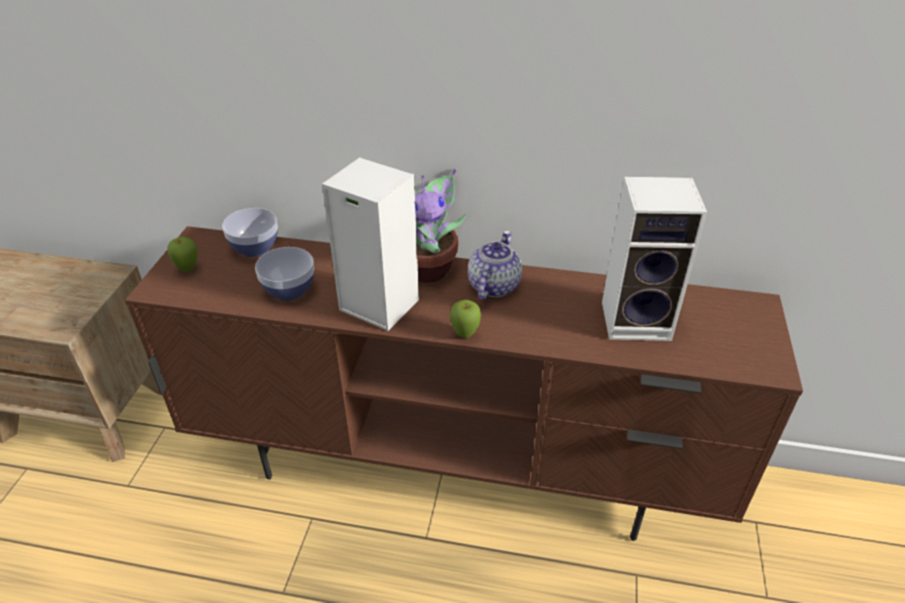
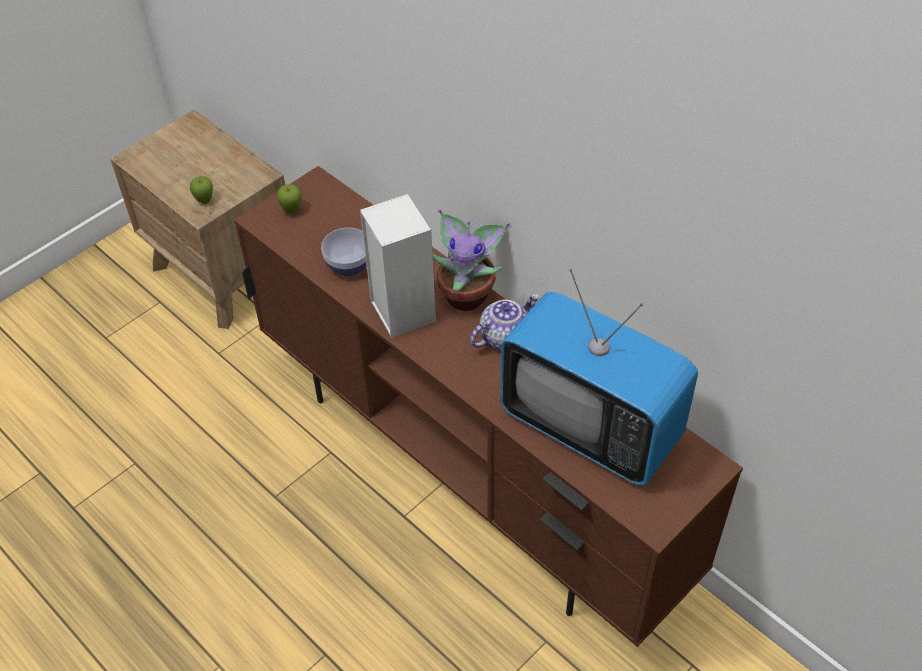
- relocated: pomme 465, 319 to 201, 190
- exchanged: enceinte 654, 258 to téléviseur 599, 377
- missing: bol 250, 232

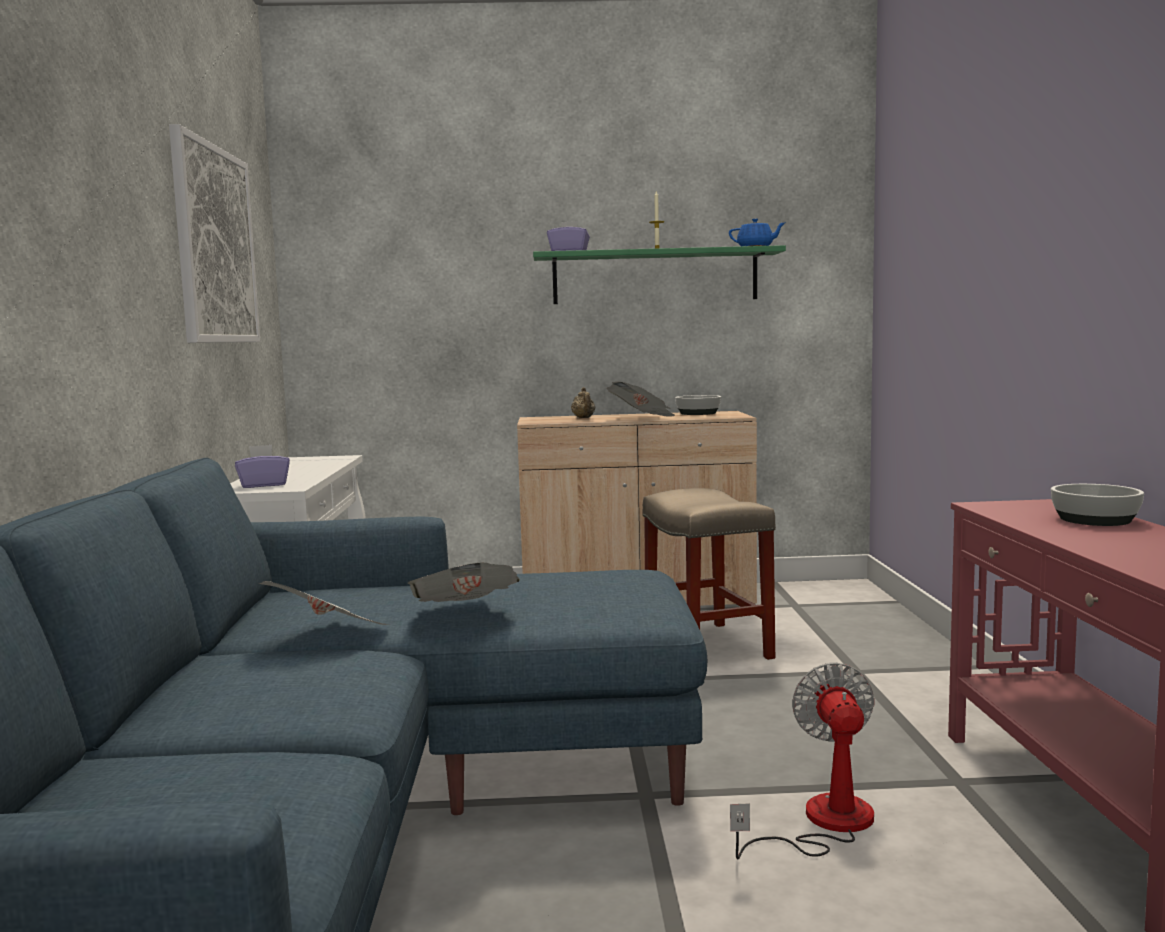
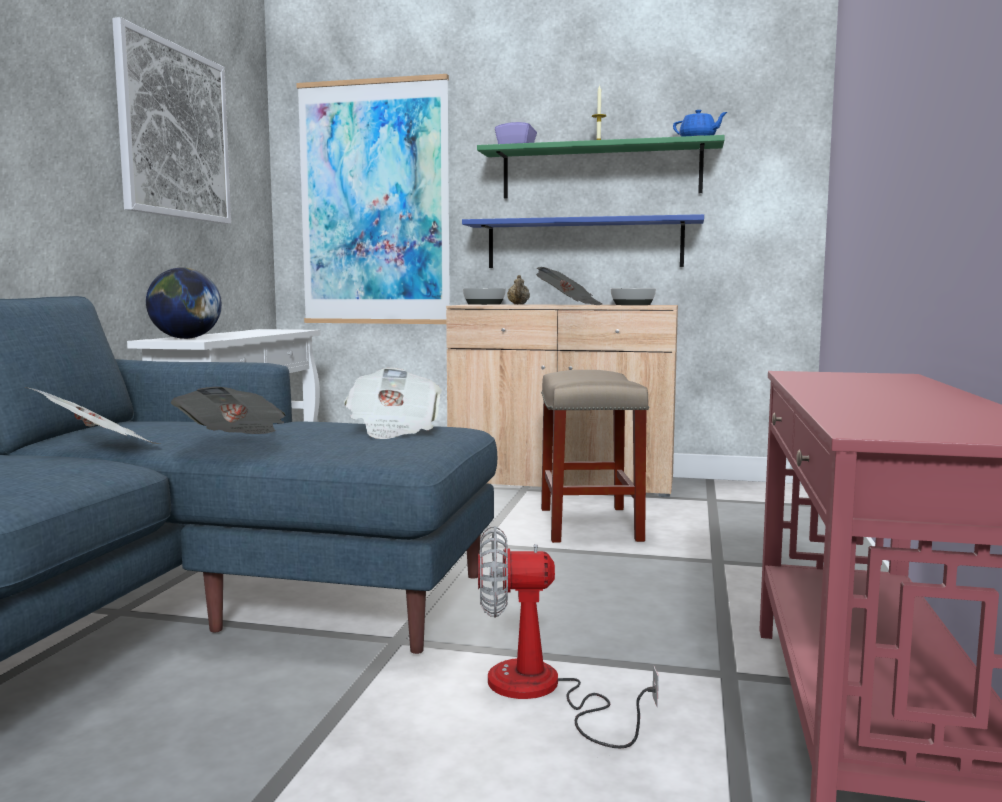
- exchanged: boîte à mouchoirs/violet 262, 466 to globe 184, 303
- appeared: tableau 373, 199
- appeared: journal 393, 403
- appeared: étagère/bleu 583, 241
- relocated: bol 1097, 505 to 484, 296
- spun: ventilateur 802, 761 = 568, 637 105 degrees counterclockwise

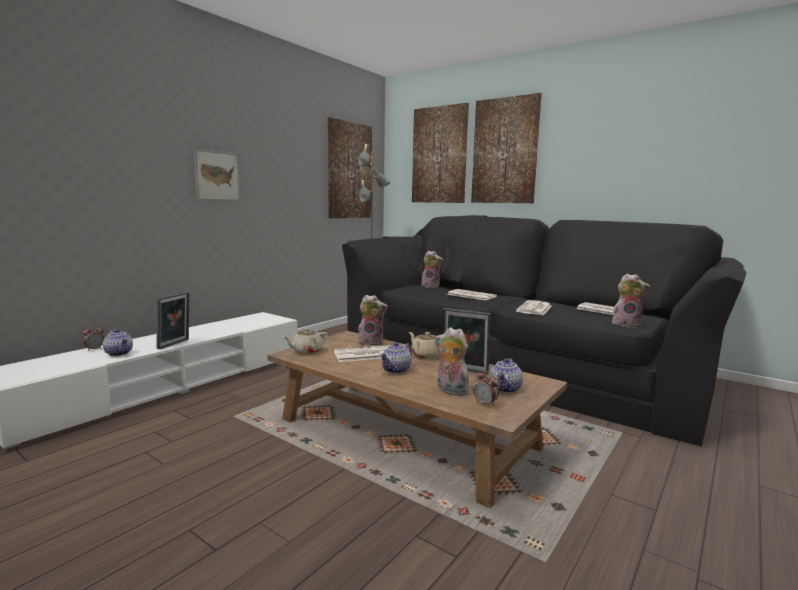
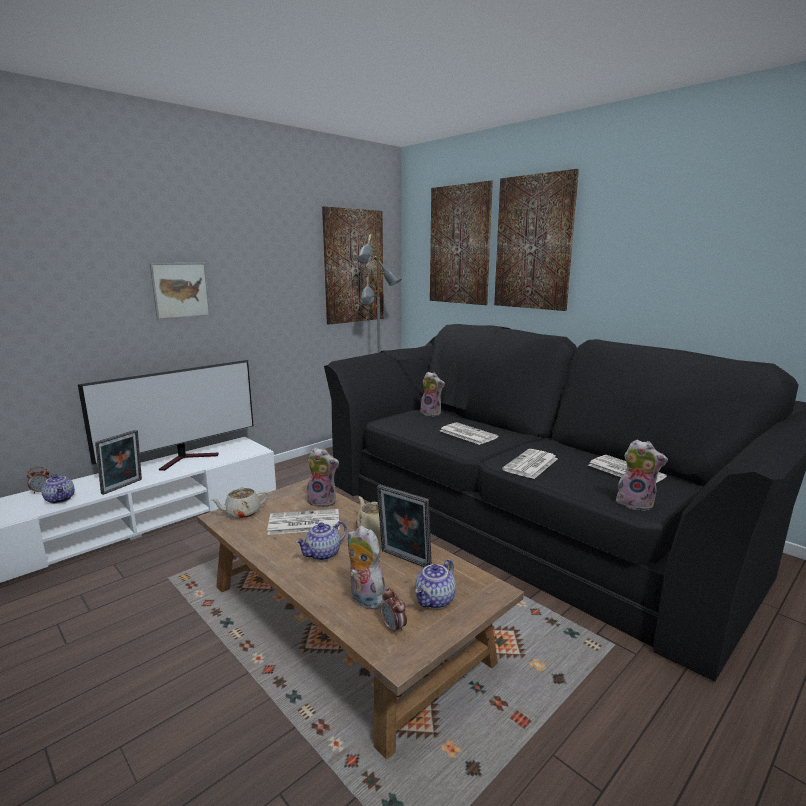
- appeared: téléviseur 166, 415

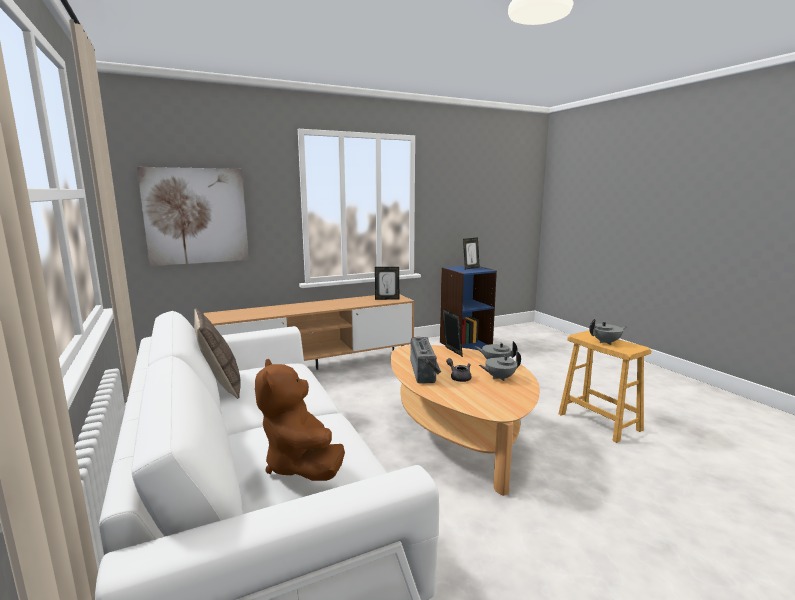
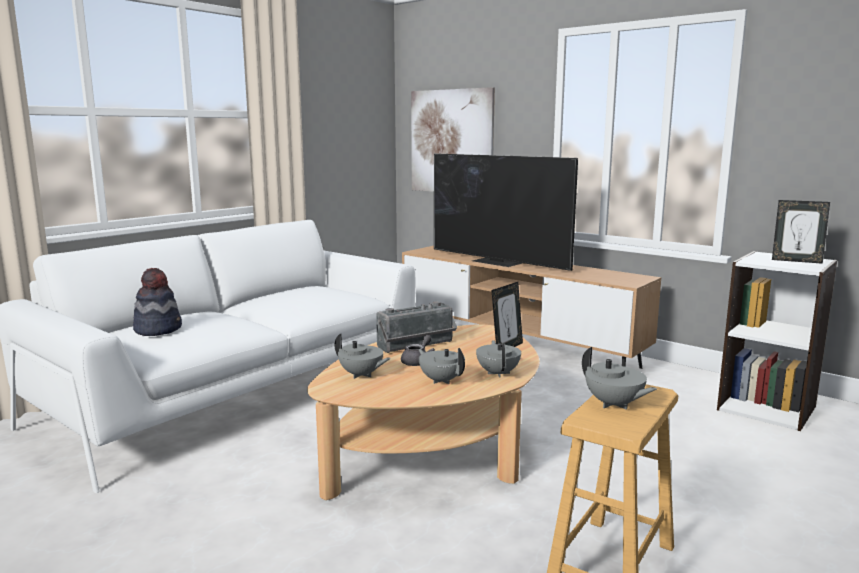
- exchanged: peluche/marron 300, 420 to chapeau 157, 302
- appeared: théière/gris 363, 356
- appeared: téléviseur 506, 212
- colour: bibliothèque/bleu 468, 308 to bibliothèque/blanc 777, 341
- missing: coussin 217, 353
- missing: cadre photo 387, 283

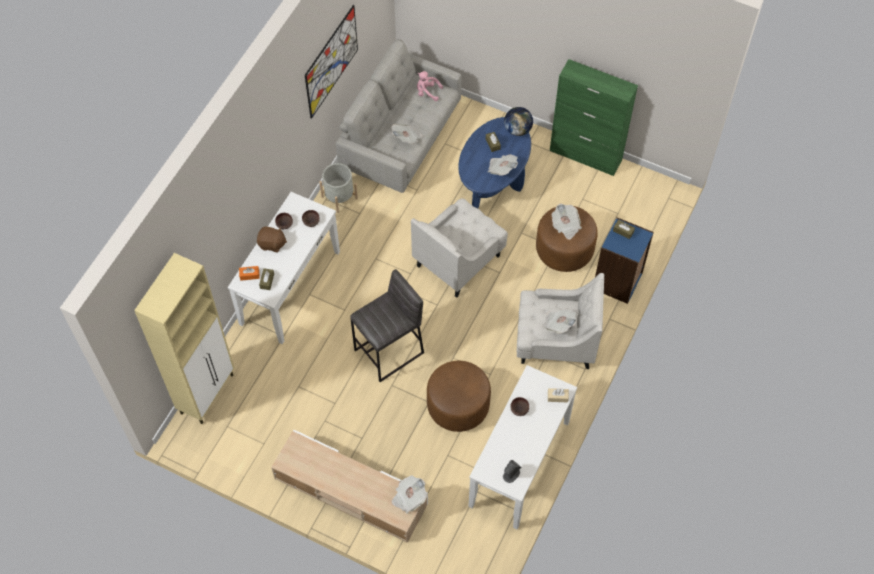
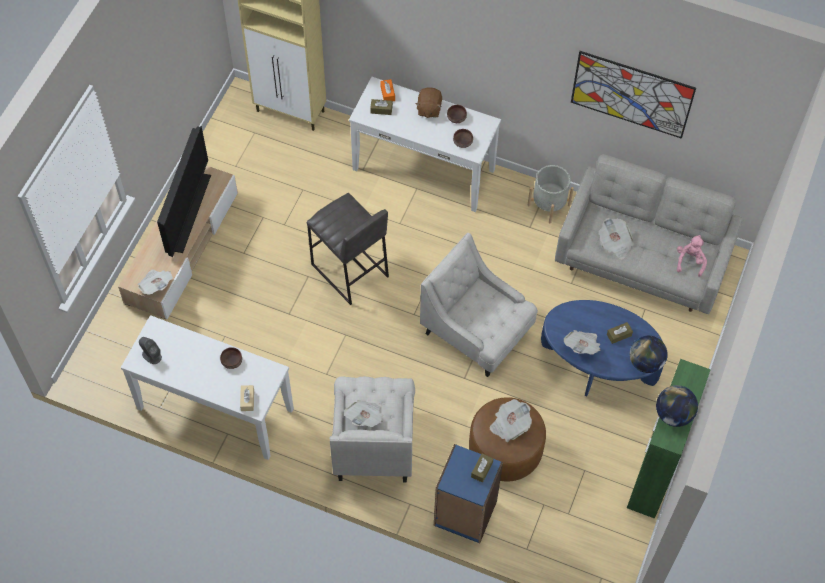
- appeared: téléviseur 184, 192
- appeared: globe 677, 406
- missing: pouf/marron 459, 396

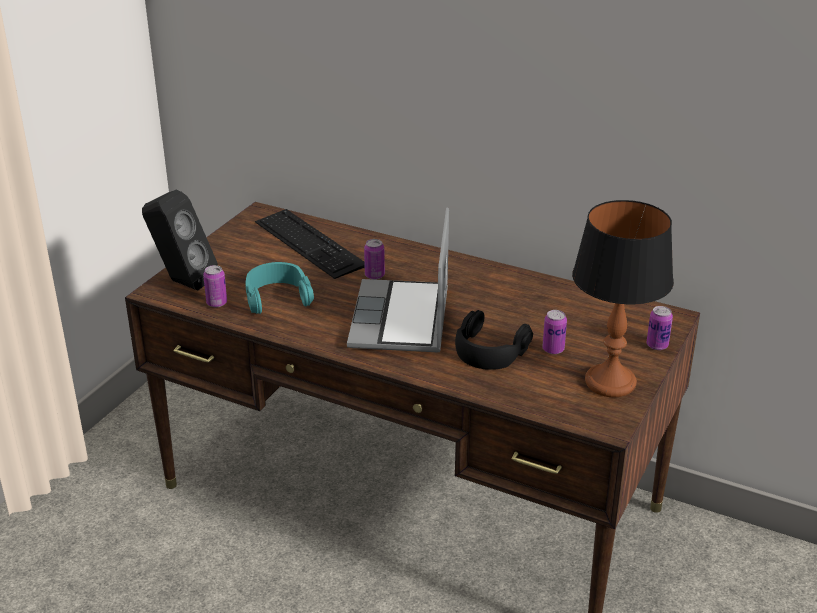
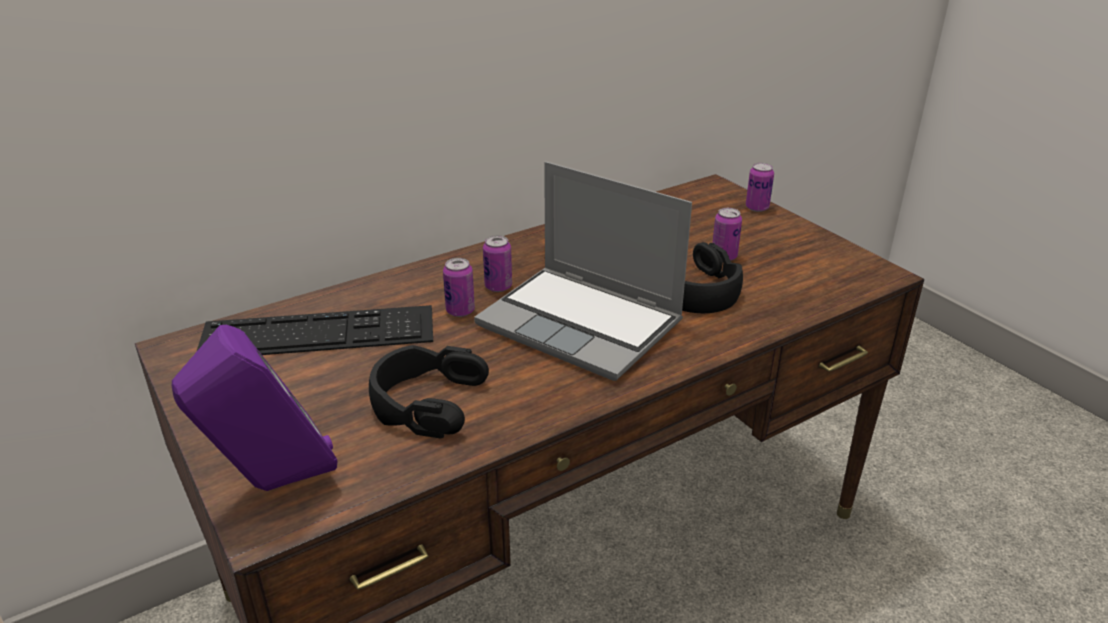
- colour: enceinte/noir 180, 240 to enceinte/violet 254, 408
- colour: casque audio/turquoise 279, 288 to casque audio/noir 429, 391
- relocated: boîte métallique 215, 286 to 497, 263
- missing: lampe de table 623, 298

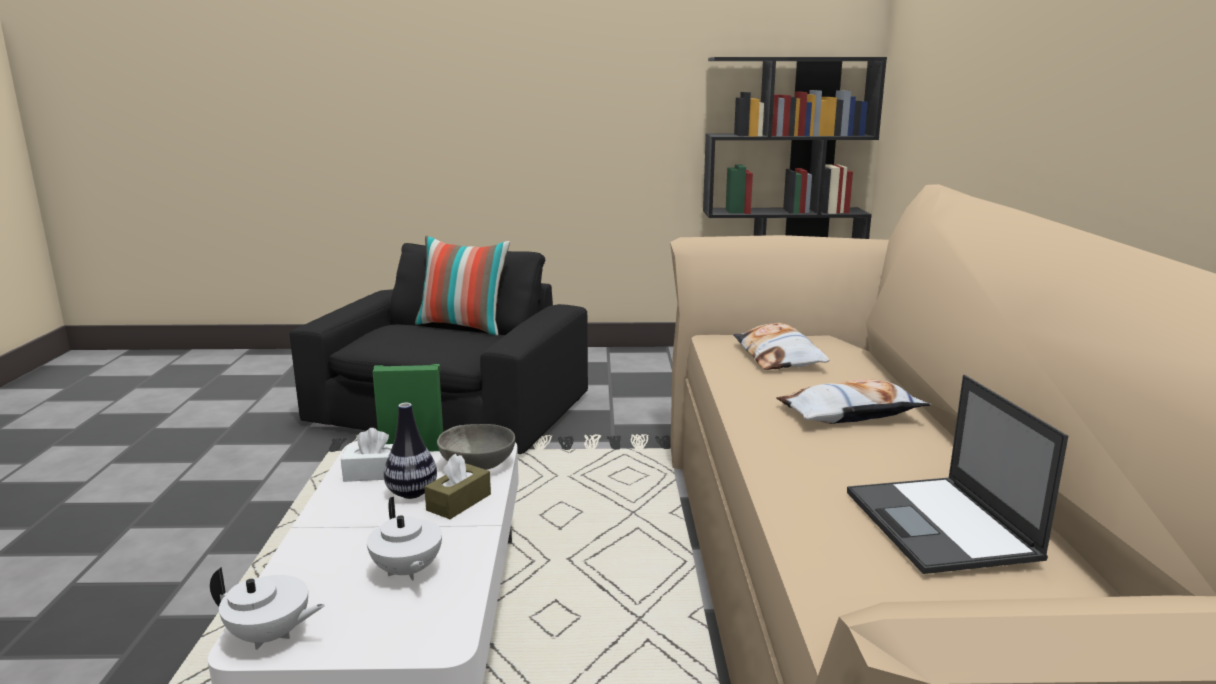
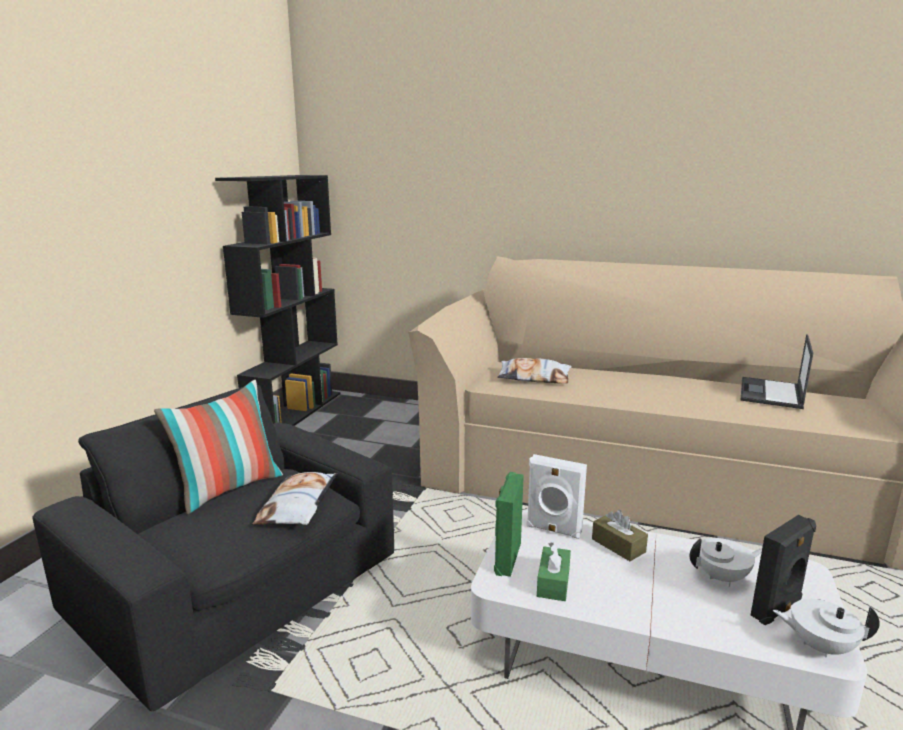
- relocated: coussin 853, 401 to 294, 498
- exchanged: bol/gris 476, 447 to enceinte/blanc 556, 496
- colour: boîte à mouchoirs/blanc 367, 455 to boîte à mouchoirs/vert 554, 571
- spun: ordinateur portable 957, 474 = 776, 371 105 degrees clockwise
- appeared: enceinte/noir 783, 570
- spun: théière/blanc 267, 608 = 826, 628 105 degrees counterclockwise
- missing: vase 410, 451

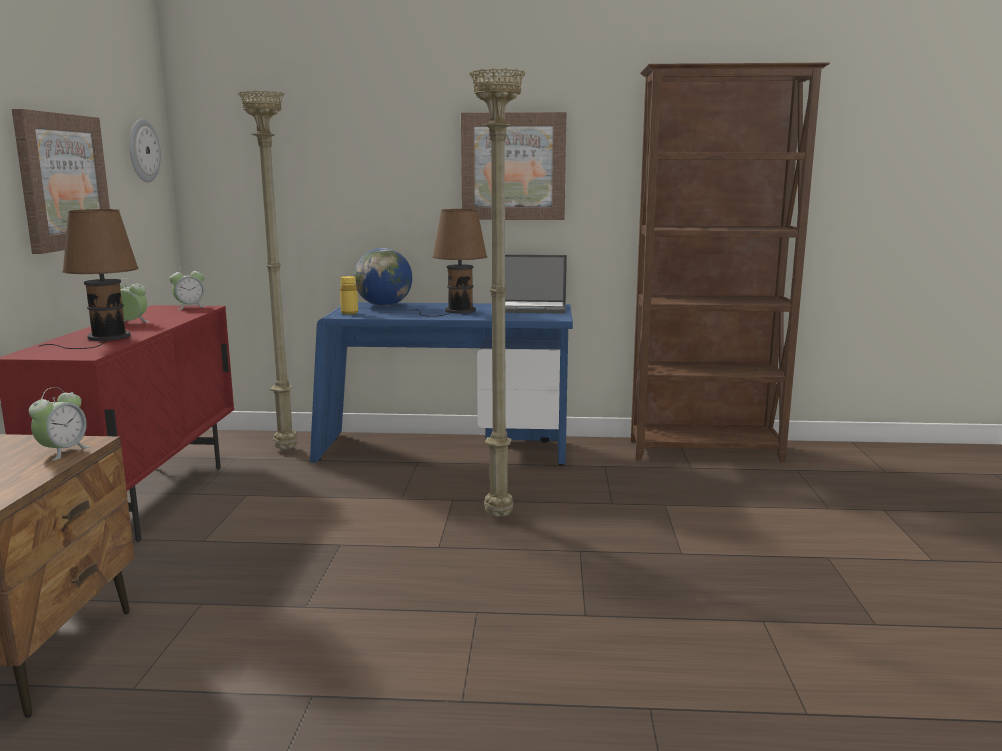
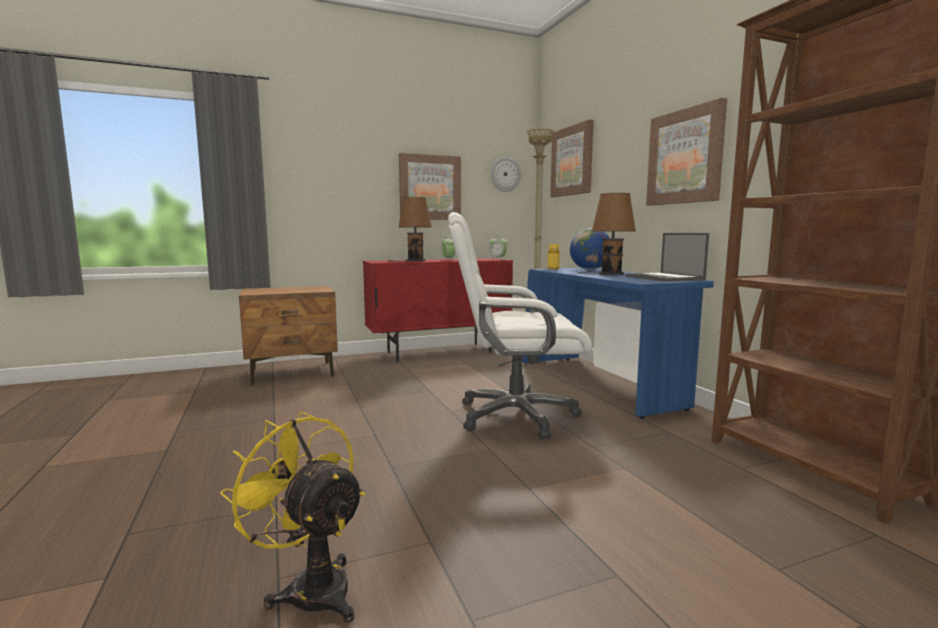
- appeared: ventilateur/jaune 292, 517
- exchanged: lampadaire/beige 497, 292 to chaise de bureau/blanc 520, 325
- appeared: tableau 572, 158
- missing: réveil 60, 424

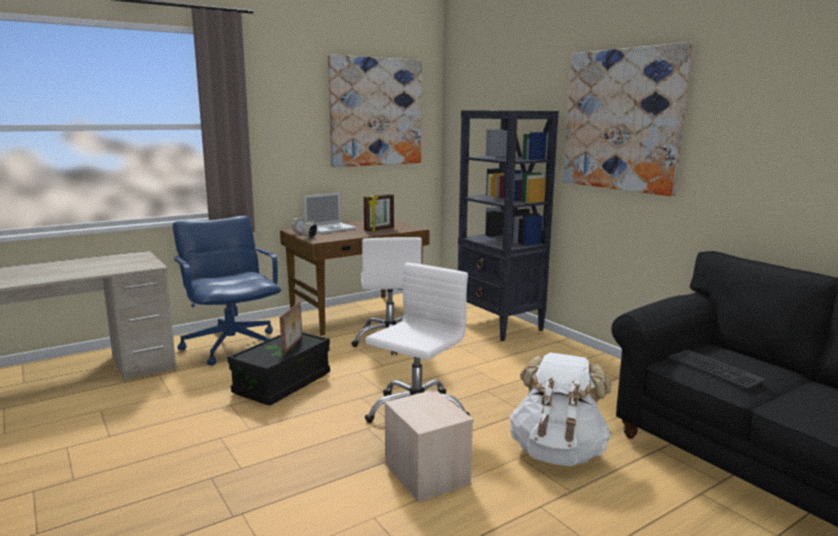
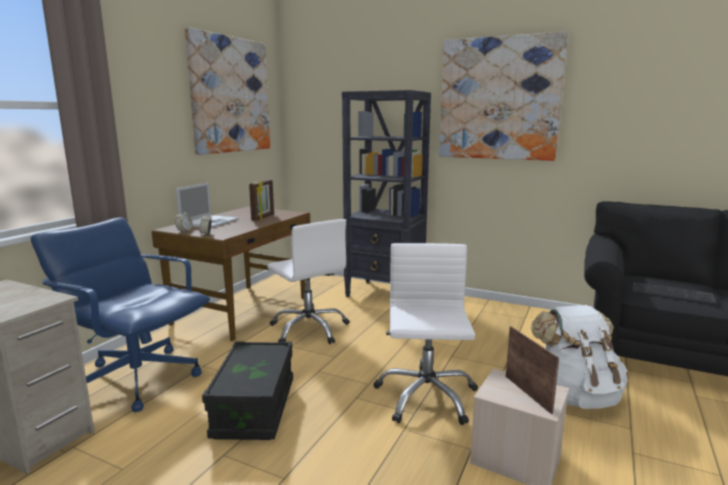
- relocated: cadre photo 291, 329 to 532, 370

